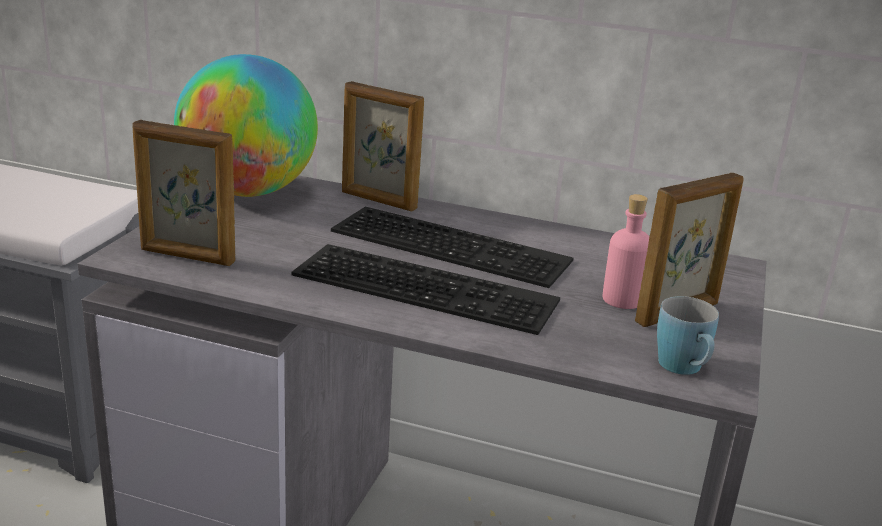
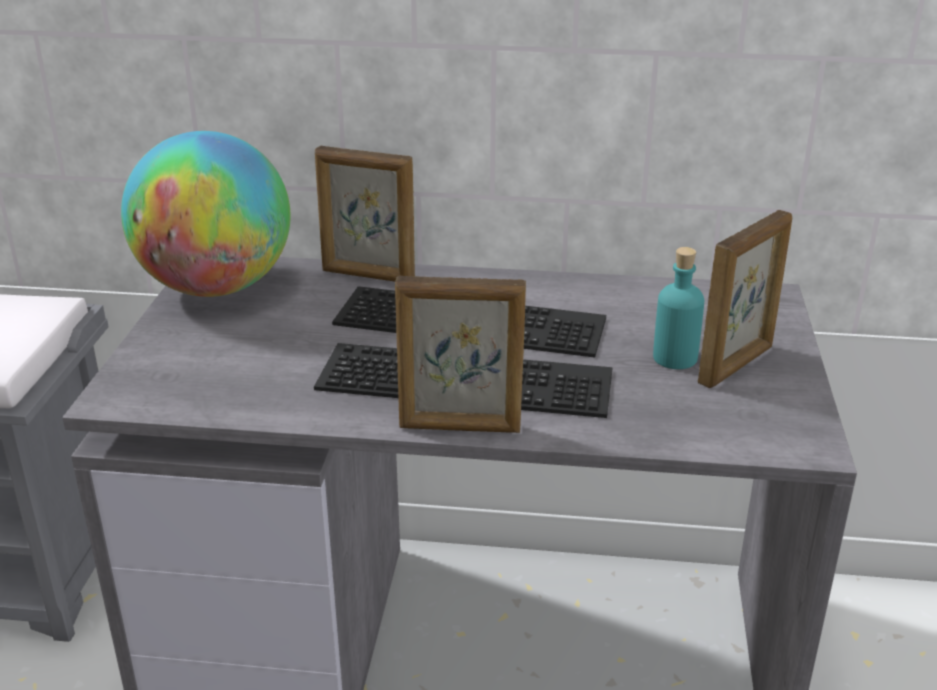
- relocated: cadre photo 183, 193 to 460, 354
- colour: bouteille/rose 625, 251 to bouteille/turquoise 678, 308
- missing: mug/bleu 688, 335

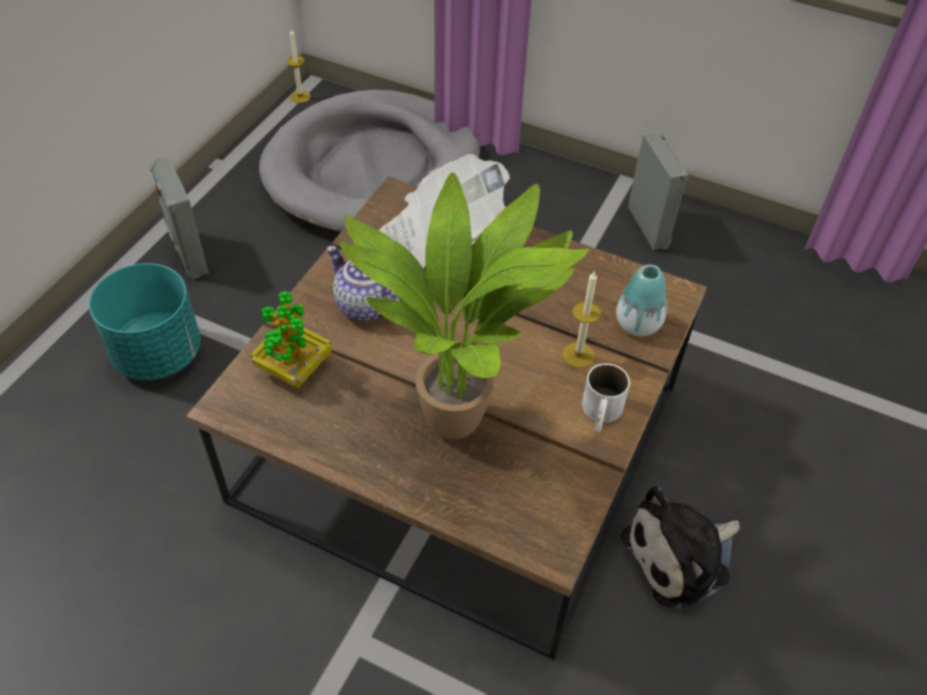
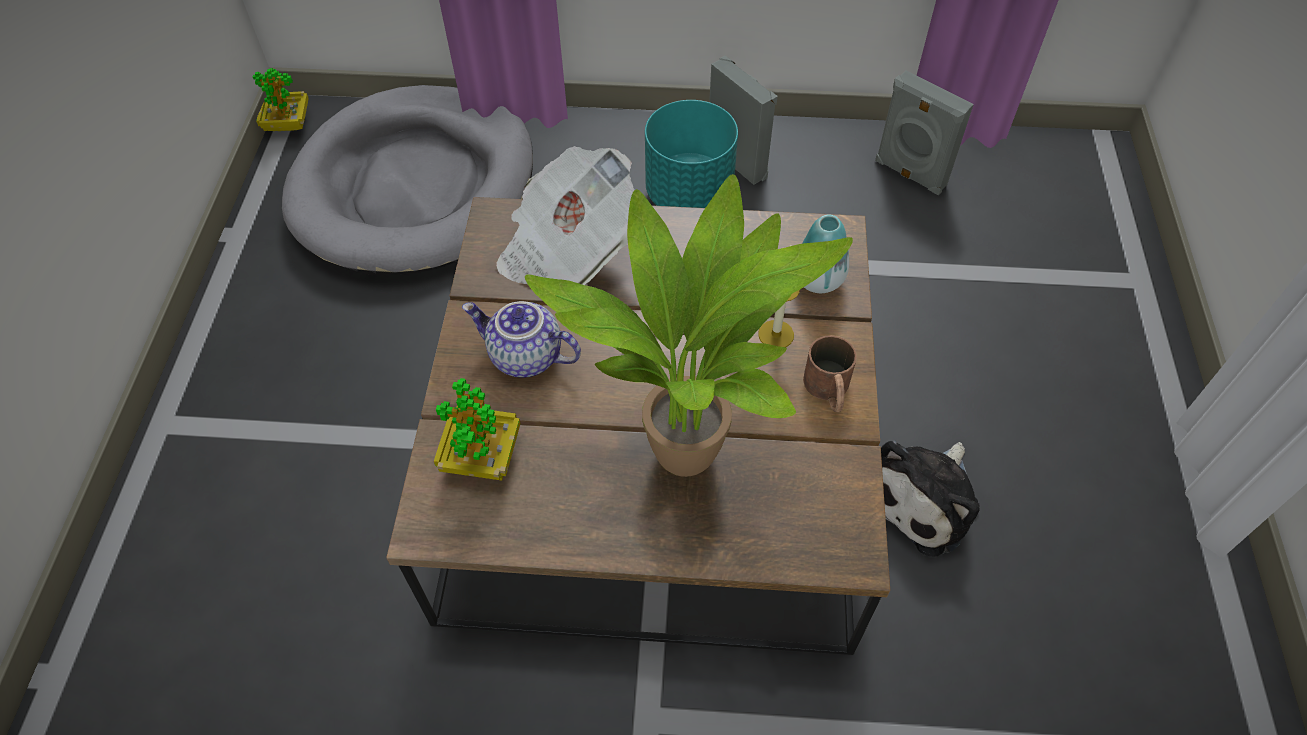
- exchanged: bougie 299, 65 to plante en pot 281, 99
- relocated: cache-pot/turquoise 145, 321 to 691, 154
- colour: mug/blanc 606, 398 to mug/marron 830, 373
- relocated: enceinte/gris 179, 217 to 924, 133

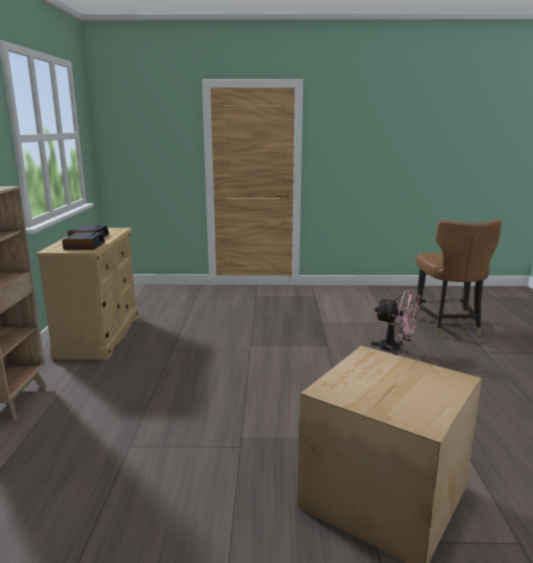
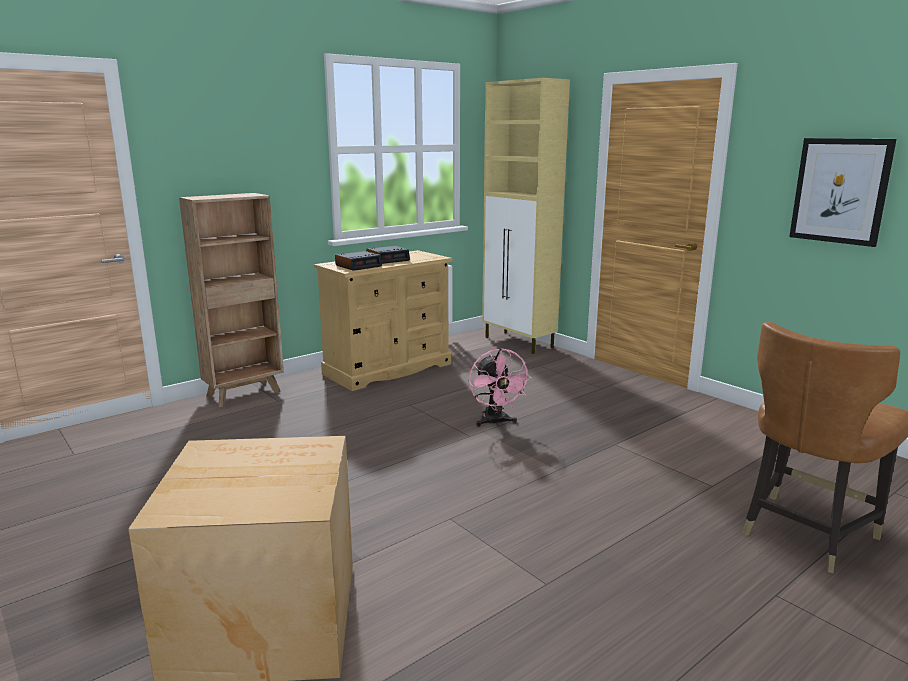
- relocated: ventilateur/rose 395, 322 to 500, 387
- appeared: meuble de rangement/beige 526, 216
- appeared: tableau 842, 192

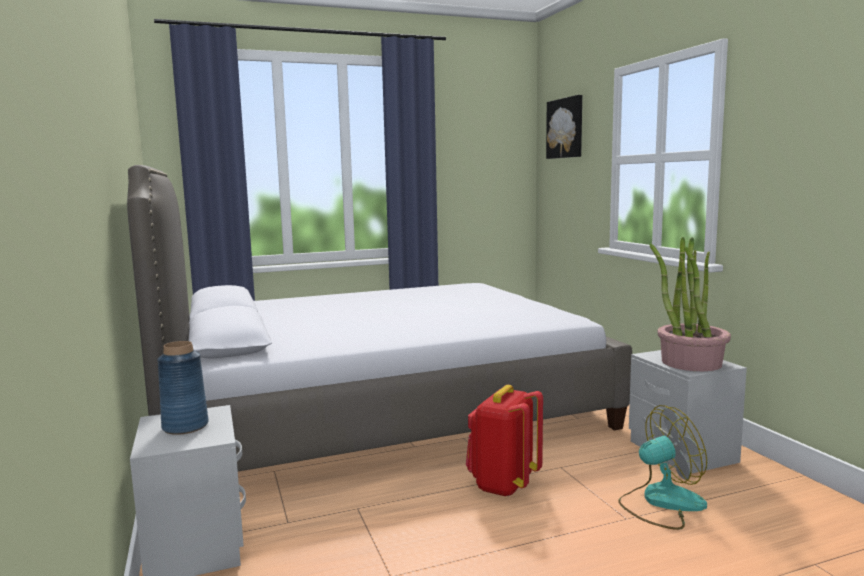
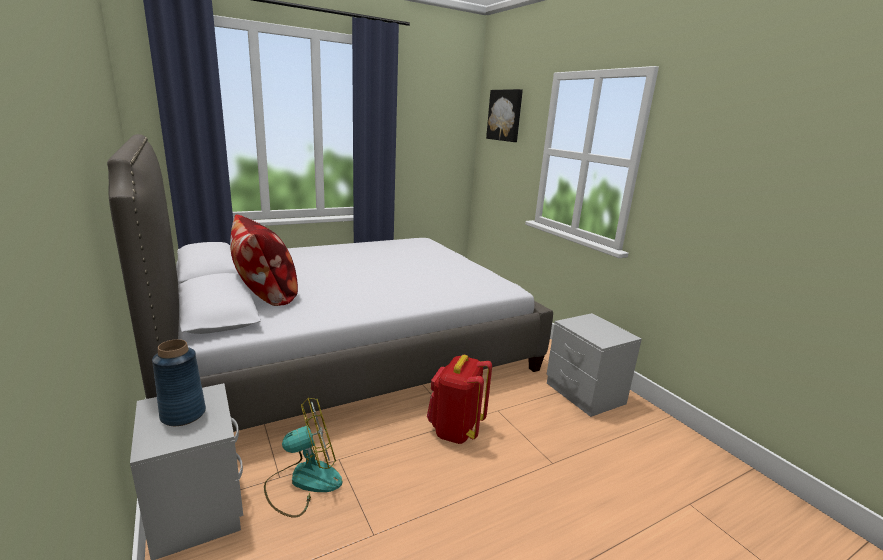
- appeared: coussin 264, 260
- relocated: ventilateur 662, 467 to 303, 457
- missing: plante en pot 690, 304

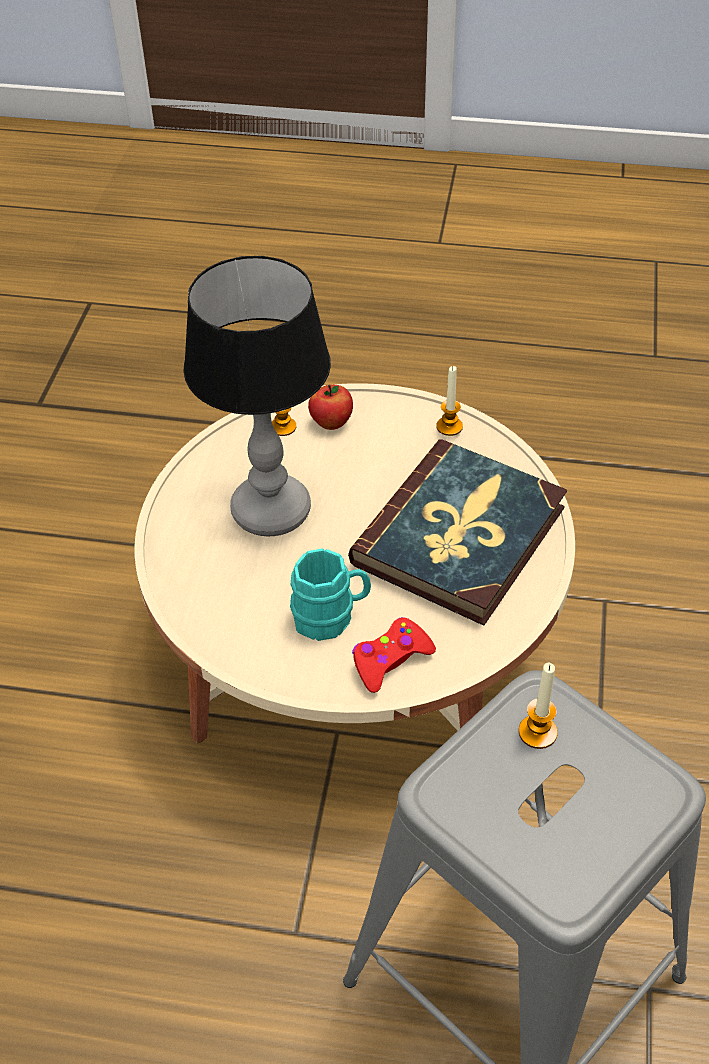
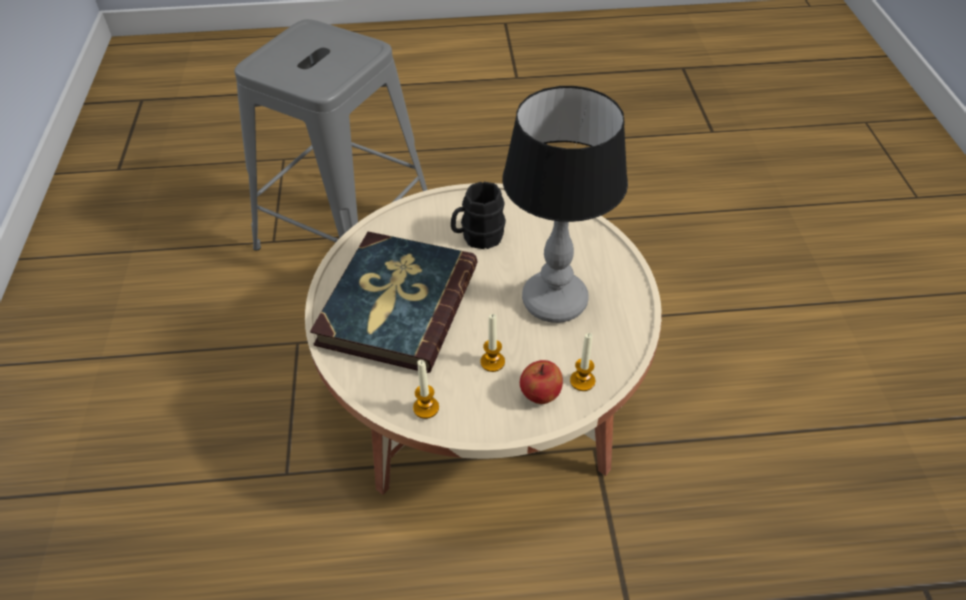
- colour: mug/turquoise 330, 594 to mug/noir 478, 215
- relocated: bougie 538, 706 to 492, 343
- missing: manette/rouge 394, 655

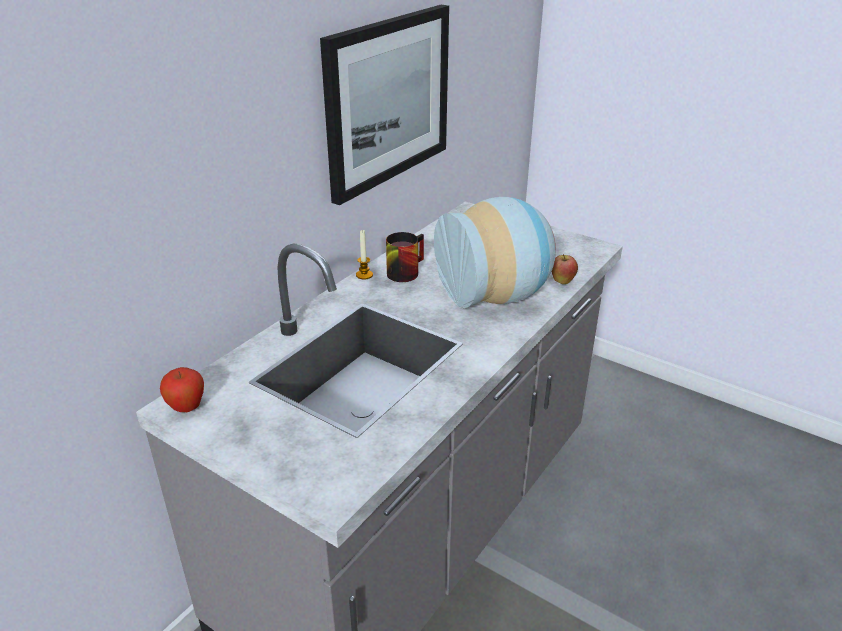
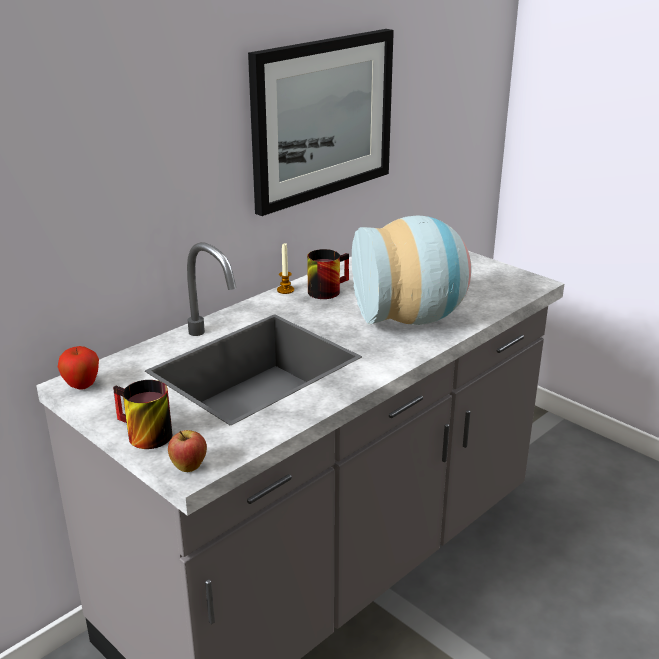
- appeared: mug 142, 414
- relocated: pomme 565, 269 to 187, 451

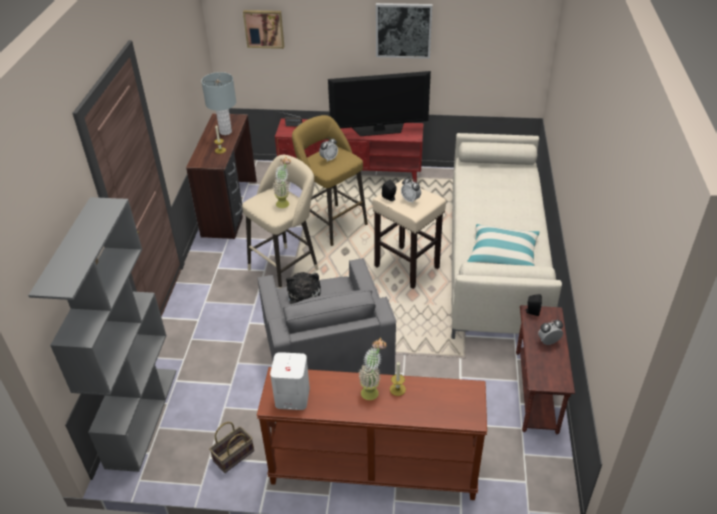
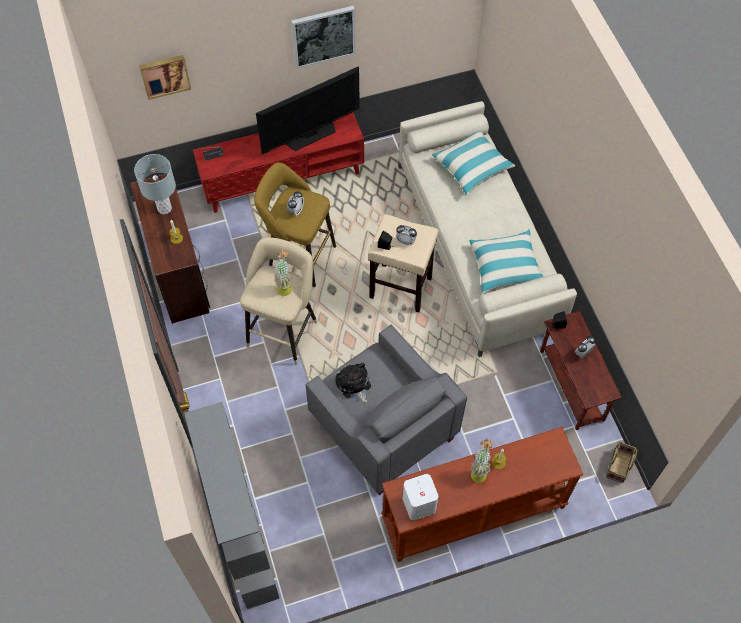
- appeared: coussin 473, 163
- relocated: panier 231, 447 to 621, 462

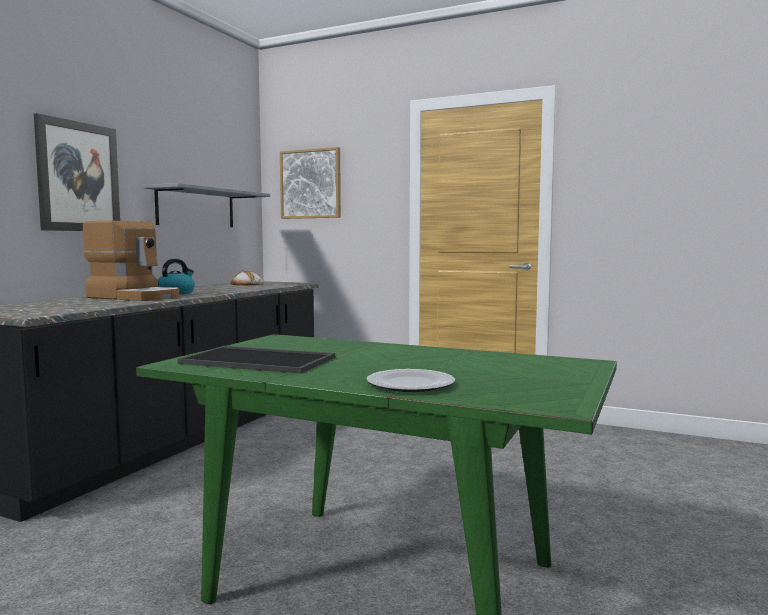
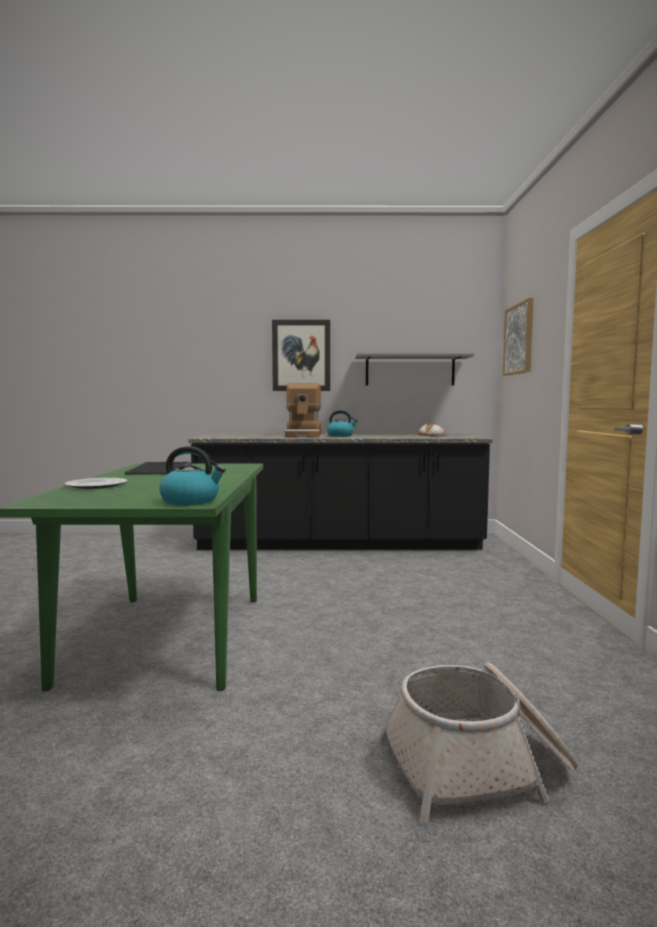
- appeared: bouilloire 192, 475
- appeared: panier 478, 743

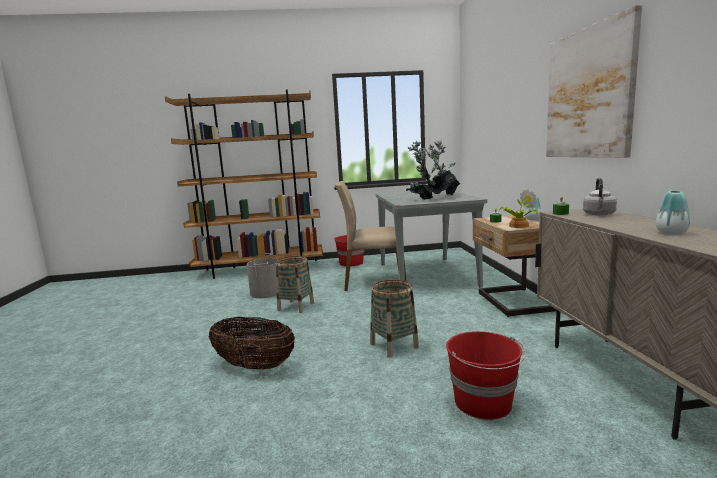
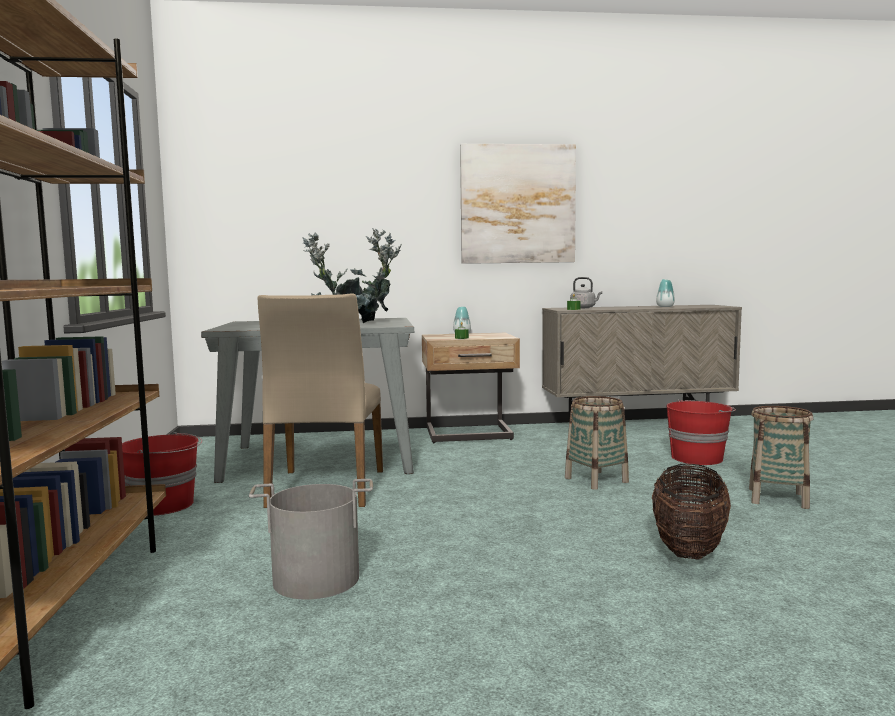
- relocated: panier 295, 284 to 781, 457
- missing: plante en pot 519, 208

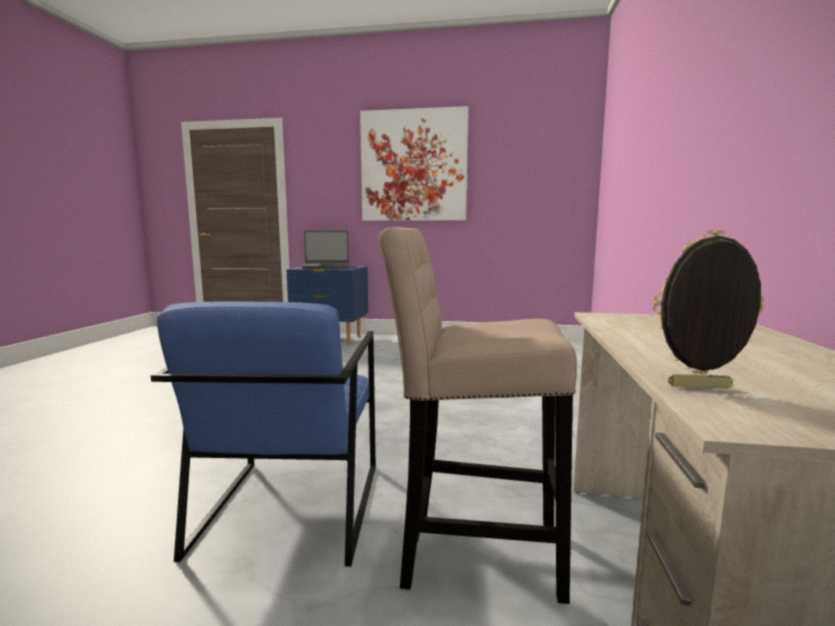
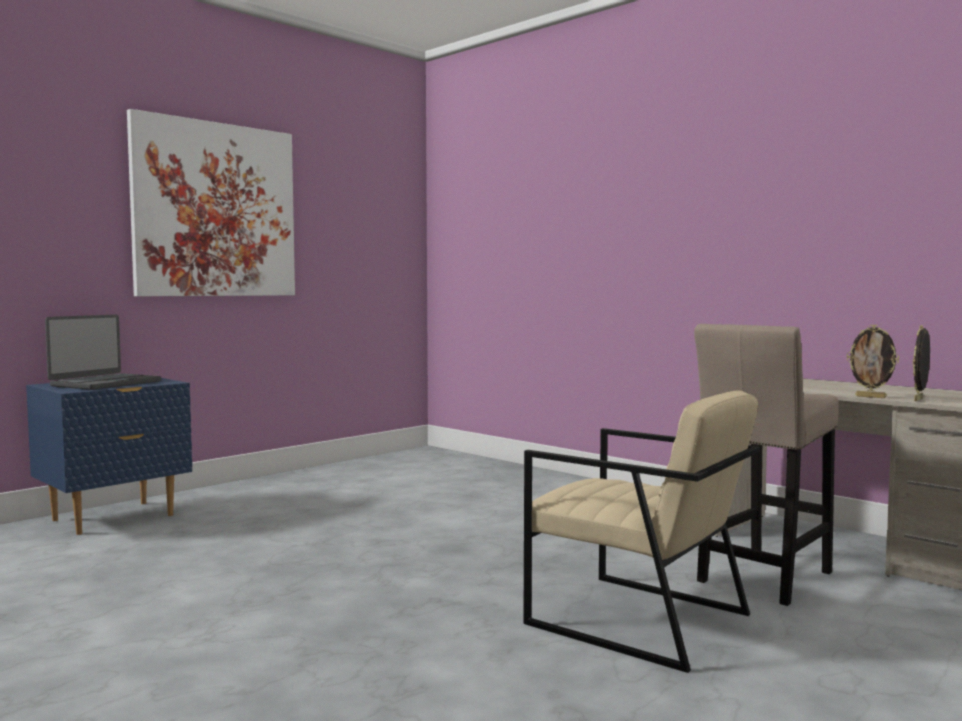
- colour: fauteuil/bleu 263, 434 to fauteuil/beige 641, 531
- appeared: cadre photo 873, 361

